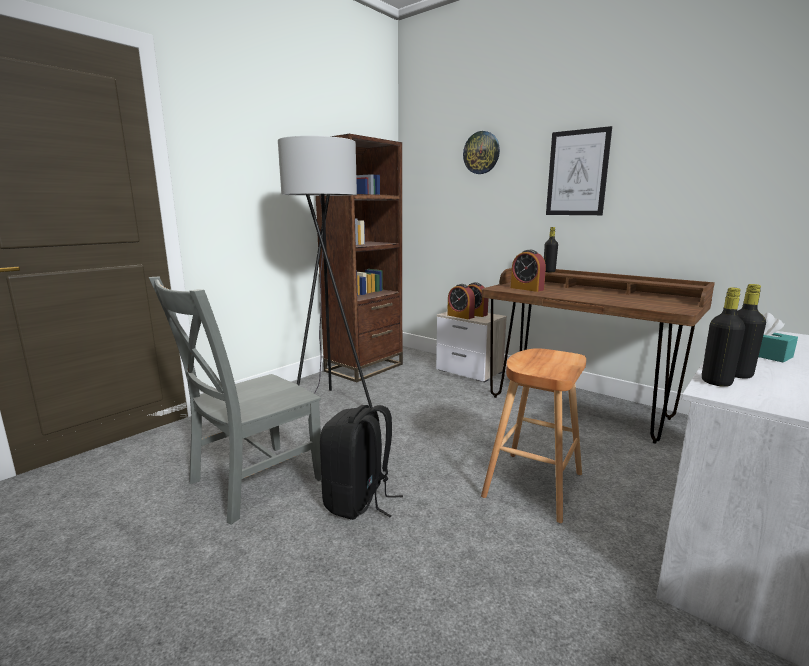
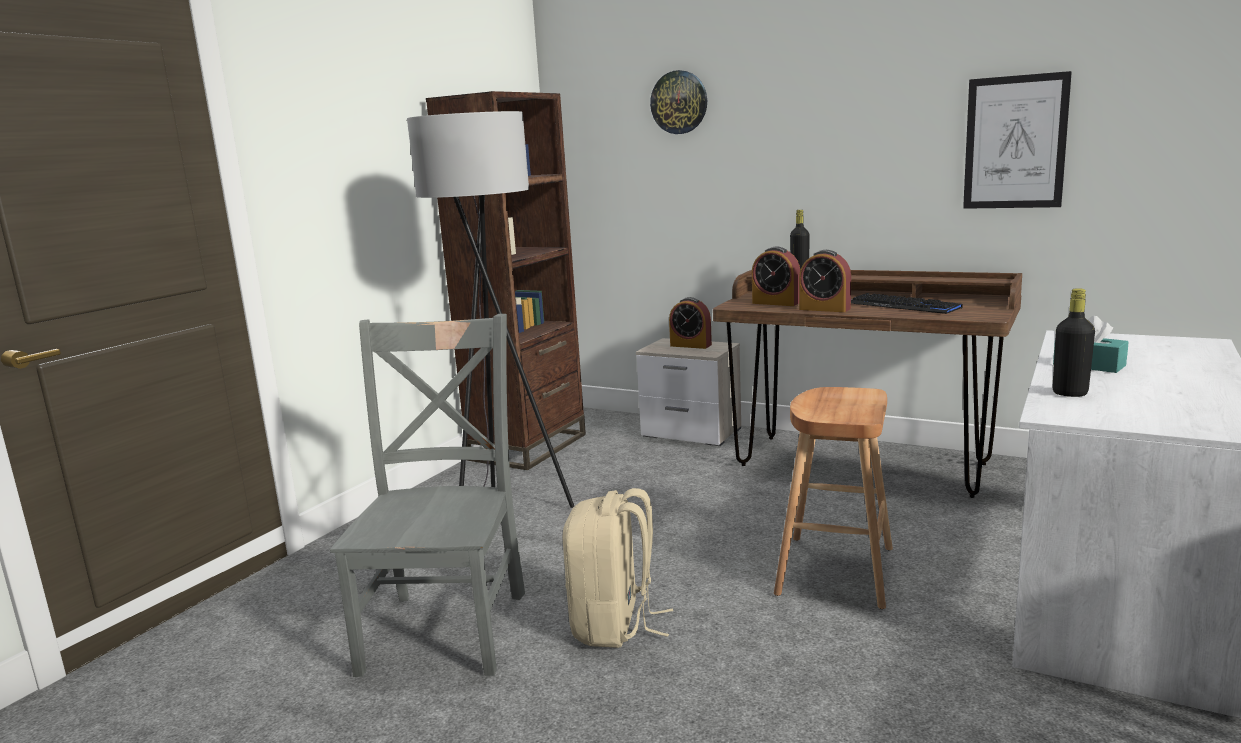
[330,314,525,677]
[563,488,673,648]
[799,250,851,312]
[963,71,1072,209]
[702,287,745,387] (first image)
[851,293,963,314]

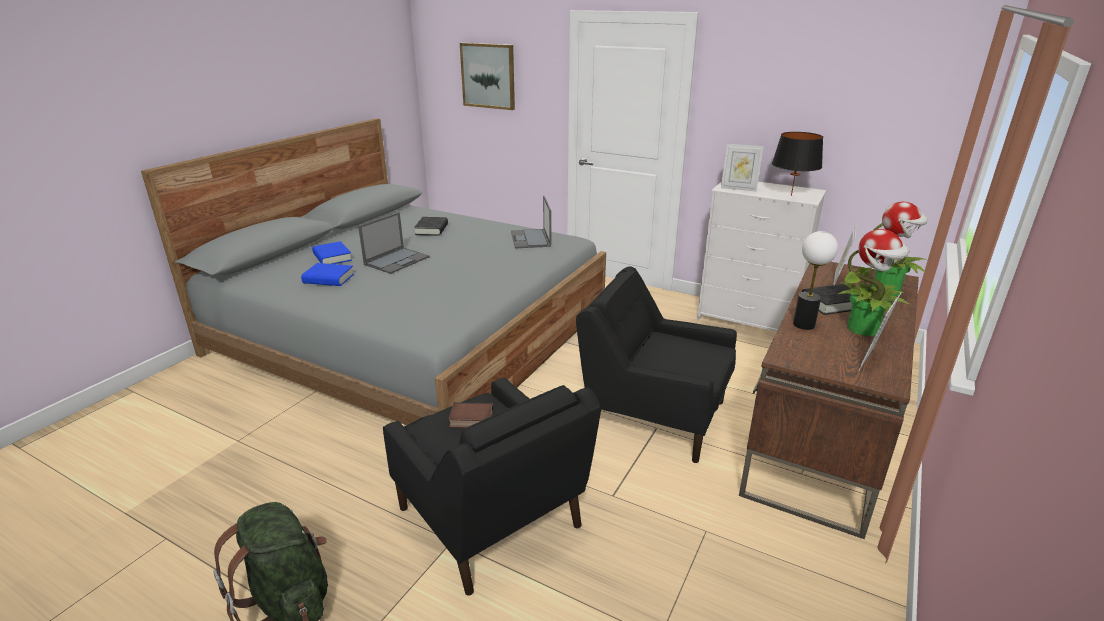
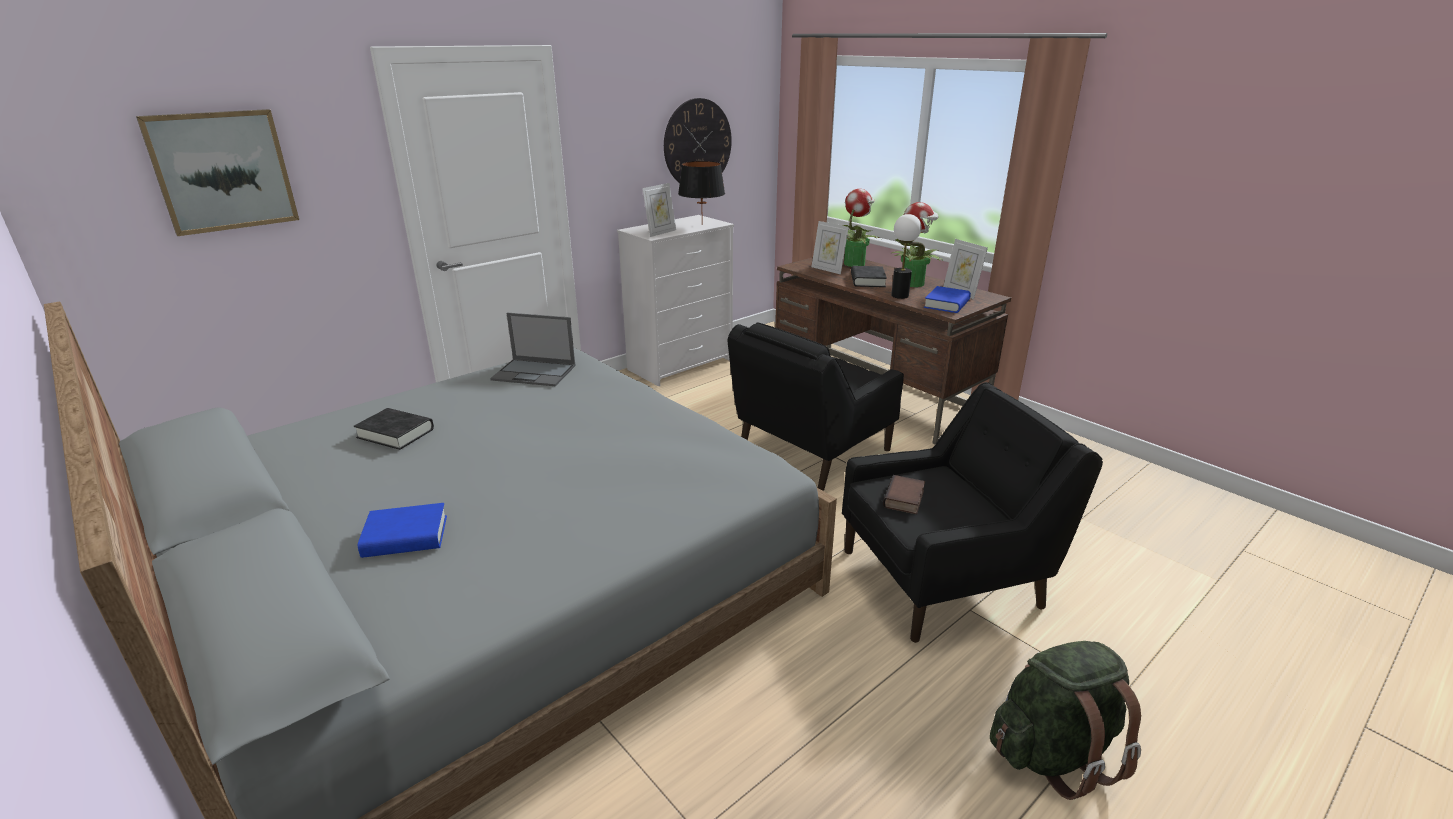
[924,286,971,313]
[358,212,430,274] (first image)
[664,98,732,183]

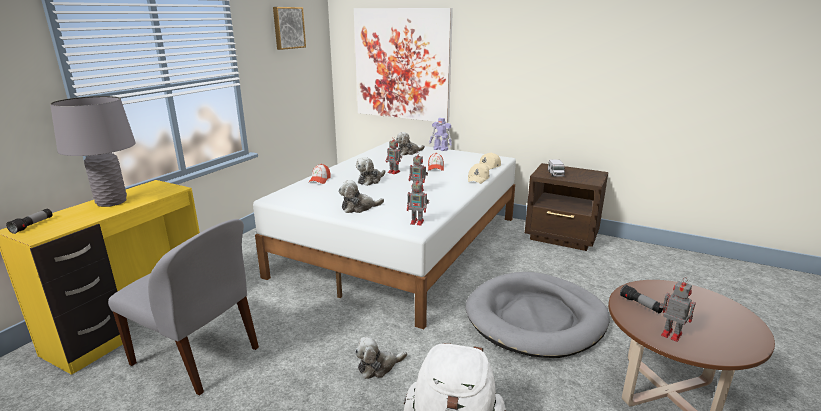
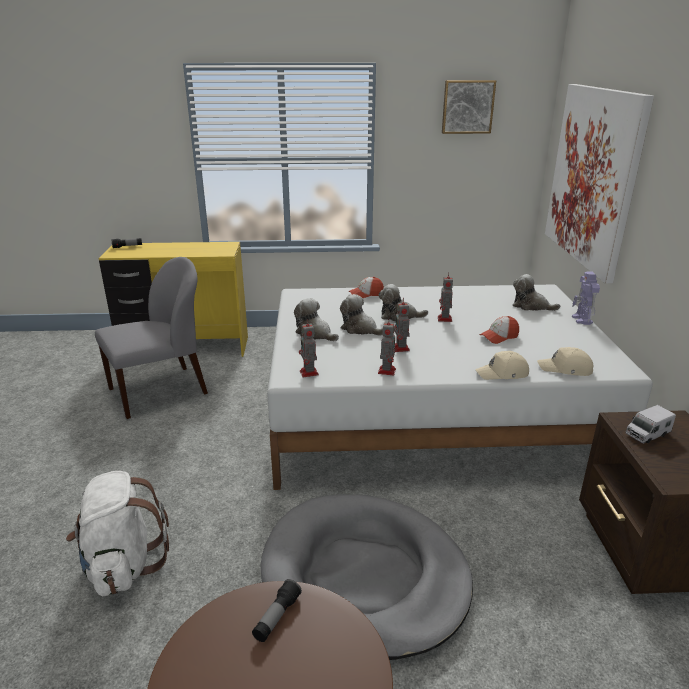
[50,96,136,207] (first image)
[95,257,208,419]
[340,294,383,336]
[378,320,397,375]

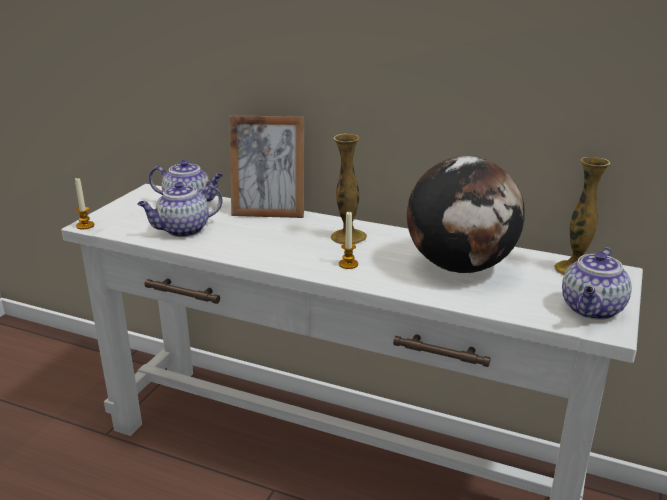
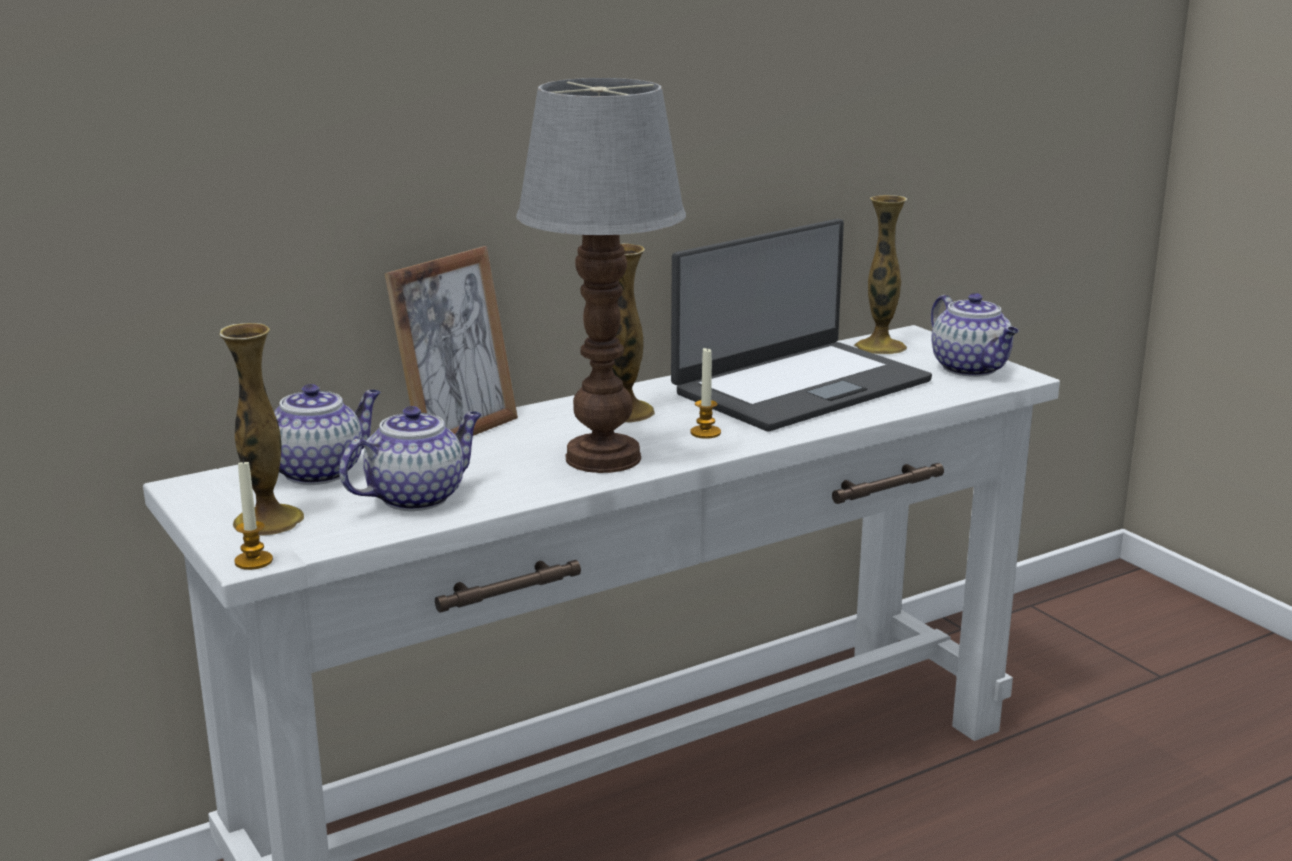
[339,406,482,511]
[671,219,932,431]
[219,323,304,536]
[516,78,686,473]

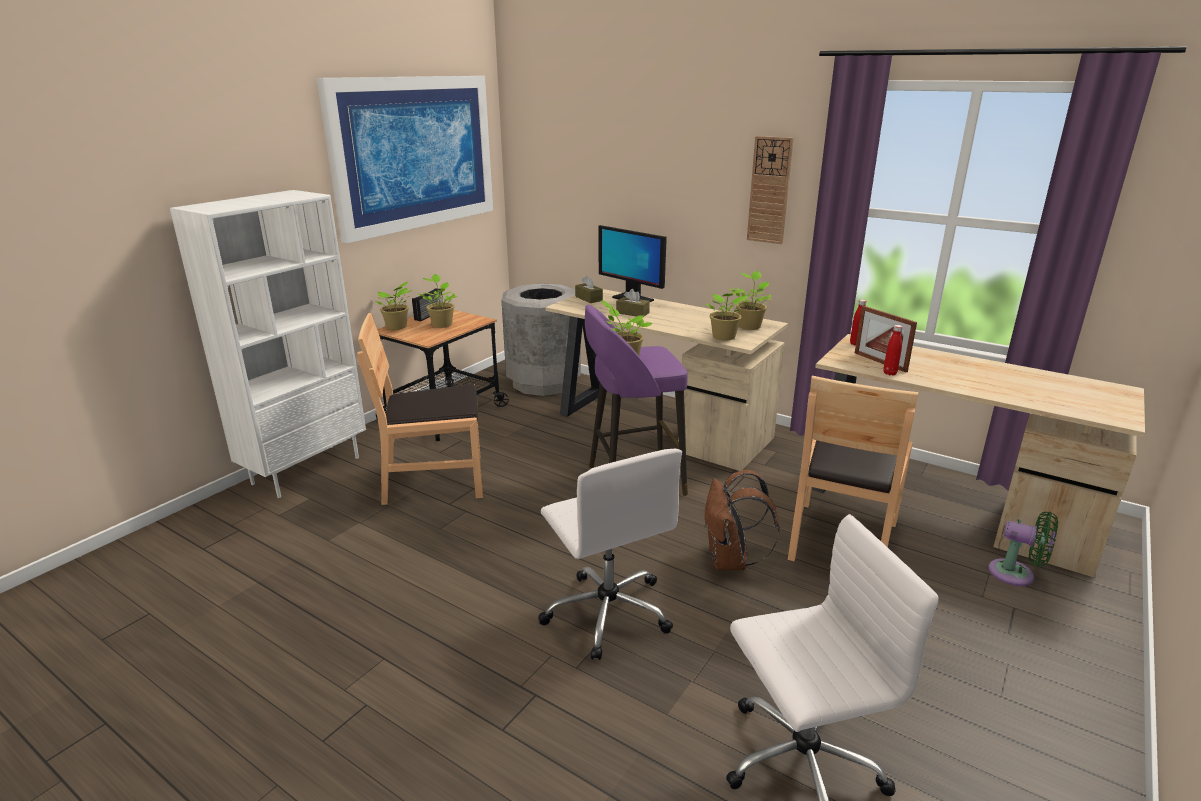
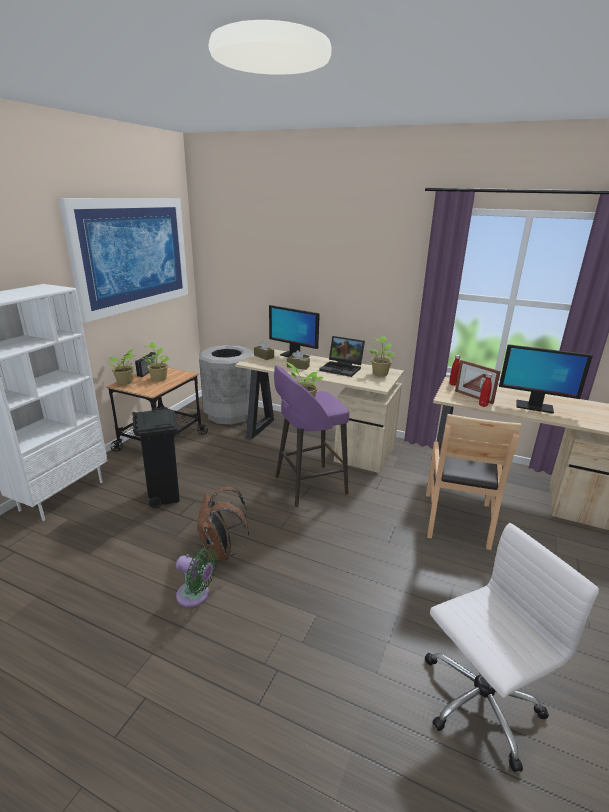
[132,407,180,508]
[538,449,682,660] (first image)
[197,486,249,561]
[706,289,750,341] (first image)
[747,136,794,244] (first image)
[176,547,217,607]
[319,336,365,377]
[499,344,593,414]

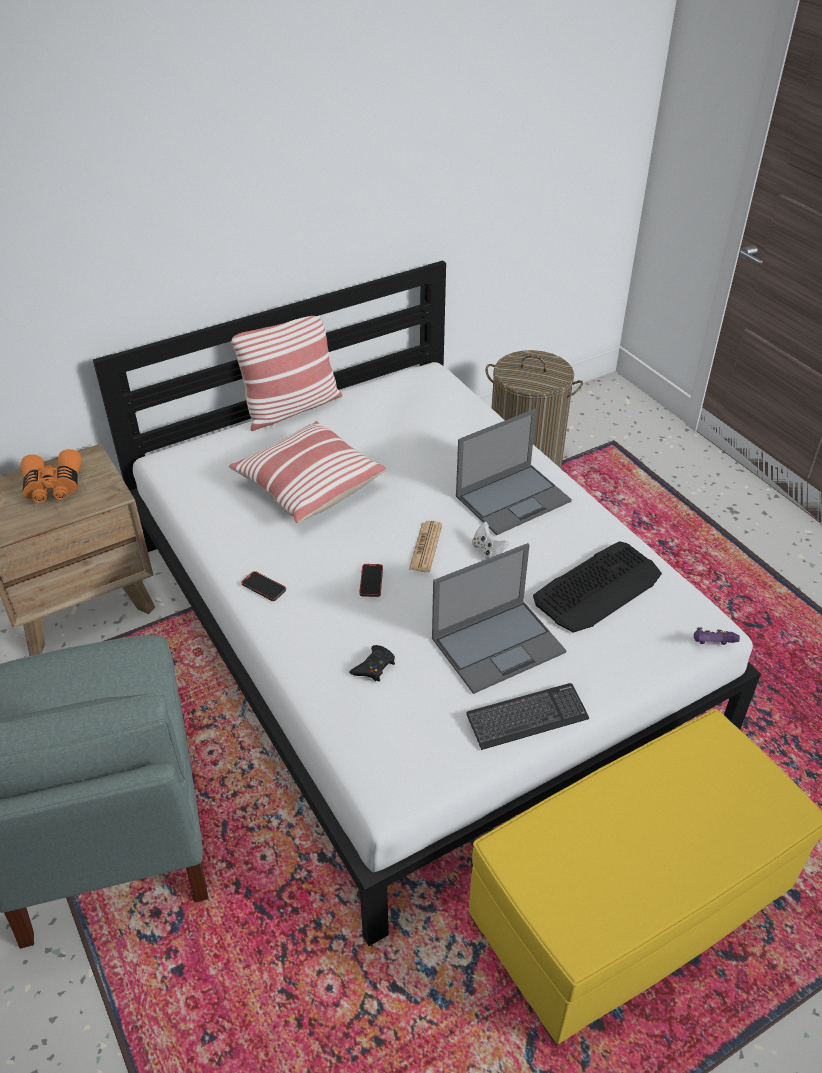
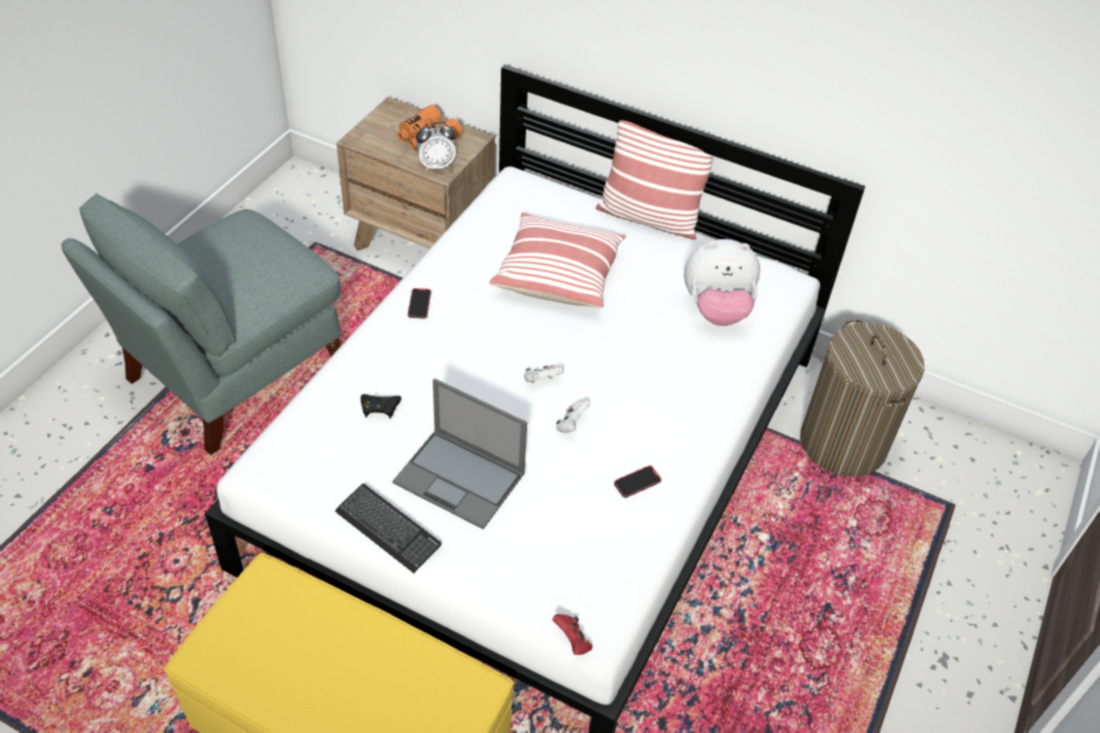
[614,466,661,498]
[524,365,564,383]
[456,409,572,535] (first image)
[533,541,662,633] (first image)
[552,614,593,655]
[416,121,456,171]
[684,239,760,326]

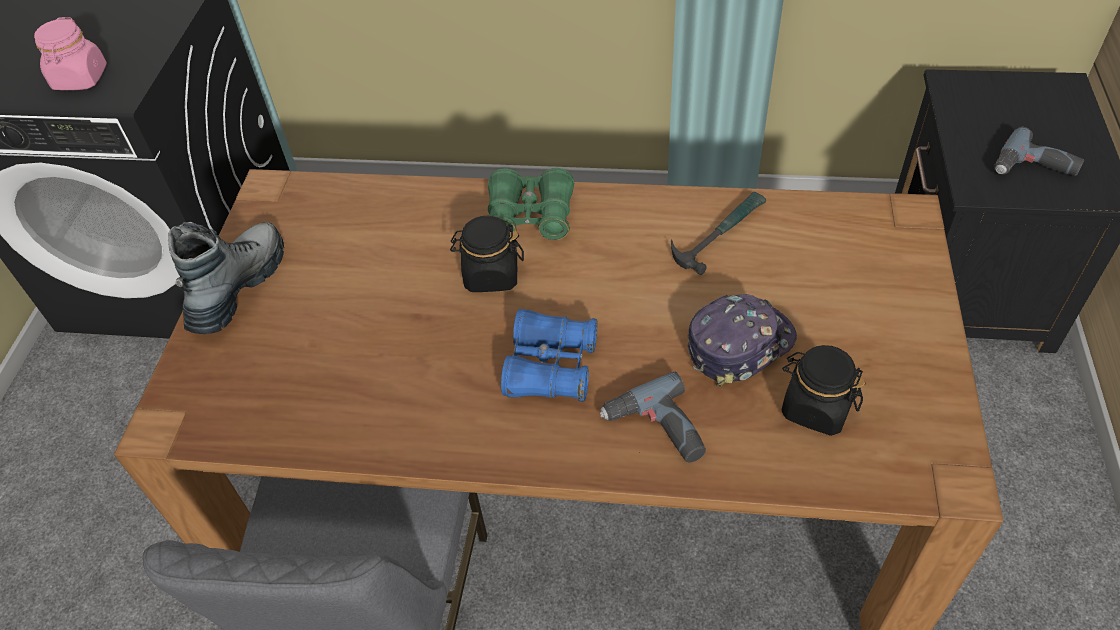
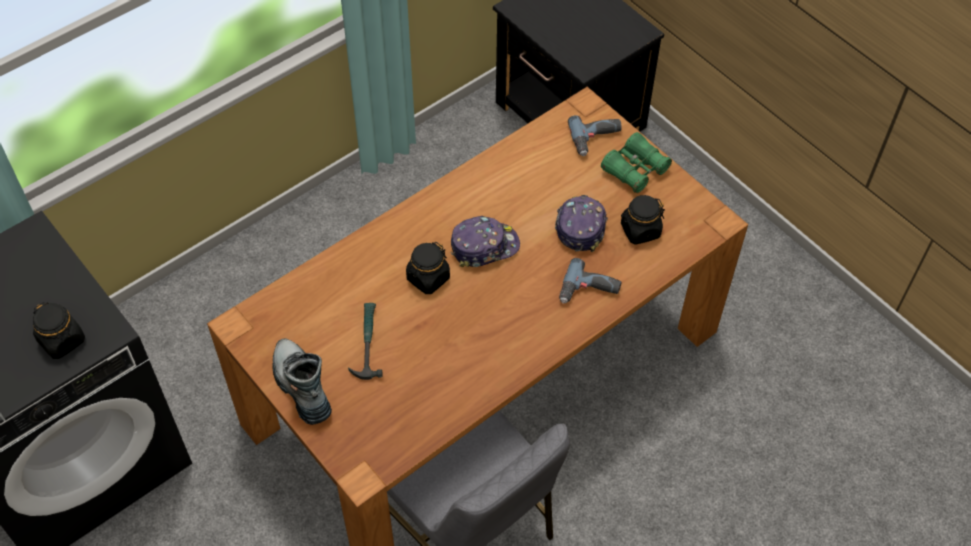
[33,302,85,359]
[601,132,672,193]
[501,309,598,402] (first image)
[348,303,383,380]
[568,115,622,156]
[451,216,520,267]

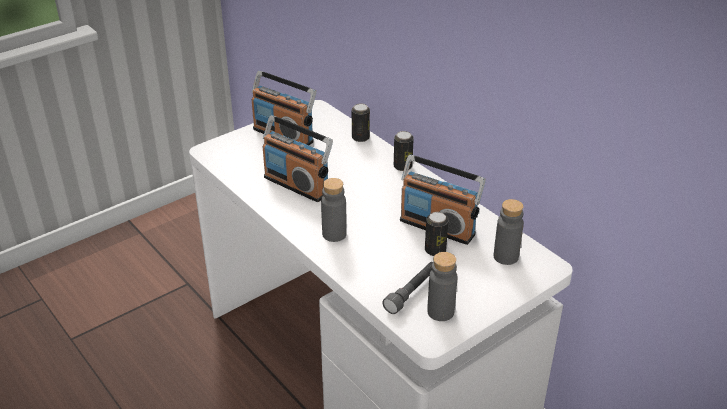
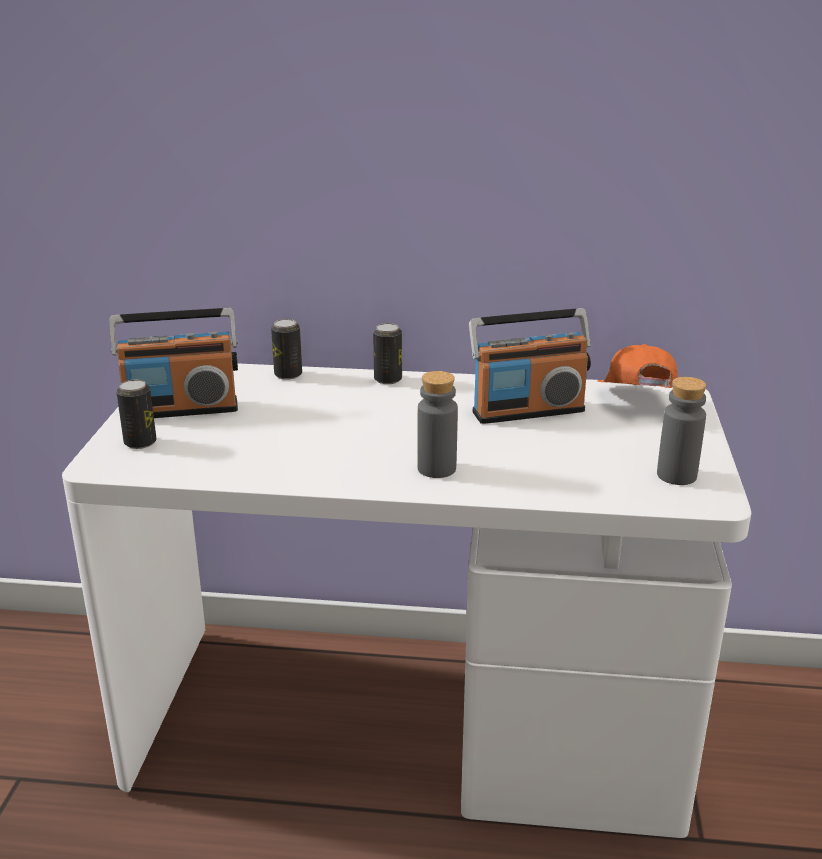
[263,115,333,202] (first image)
[382,262,433,314] (first image)
[116,380,157,449]
[597,344,678,388]

